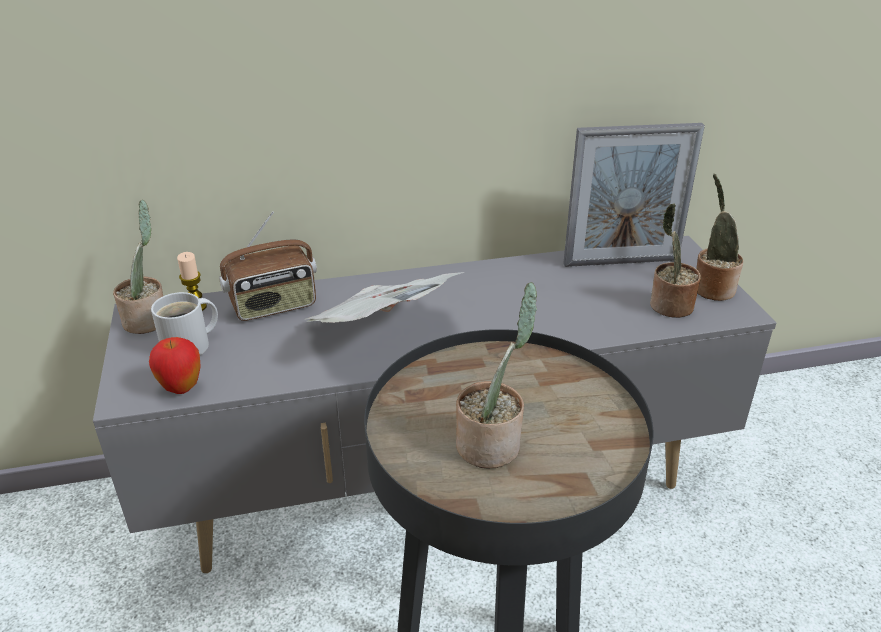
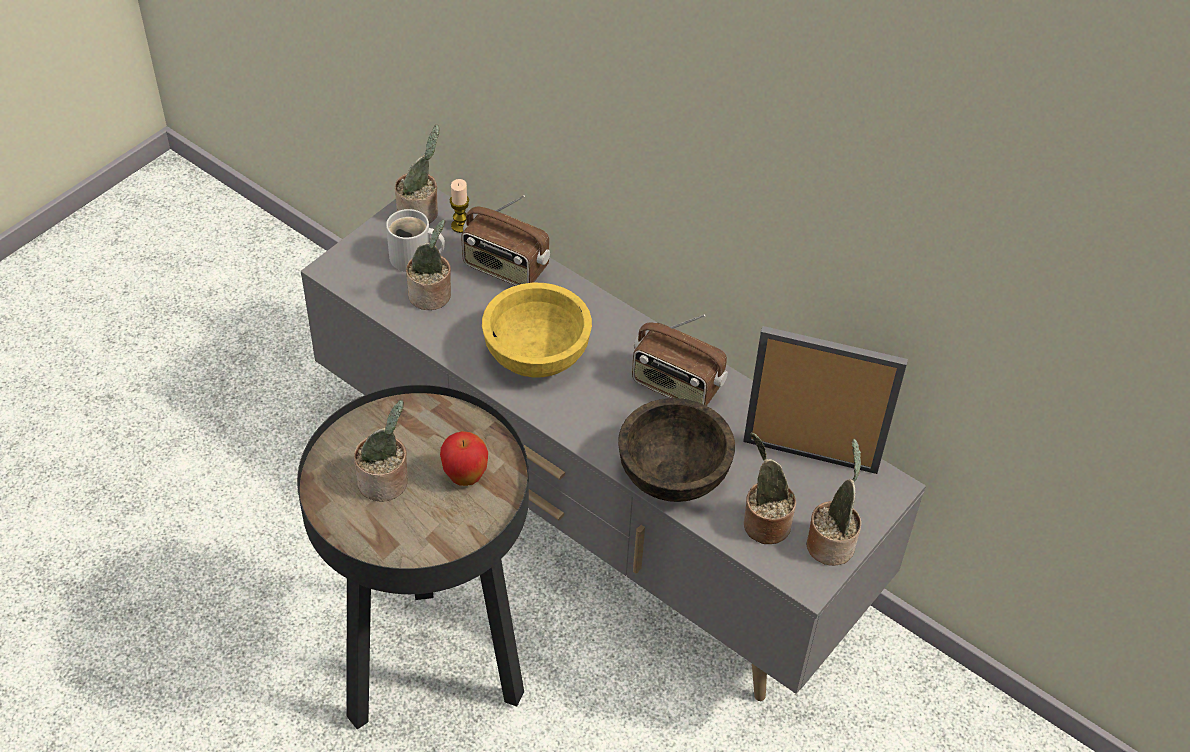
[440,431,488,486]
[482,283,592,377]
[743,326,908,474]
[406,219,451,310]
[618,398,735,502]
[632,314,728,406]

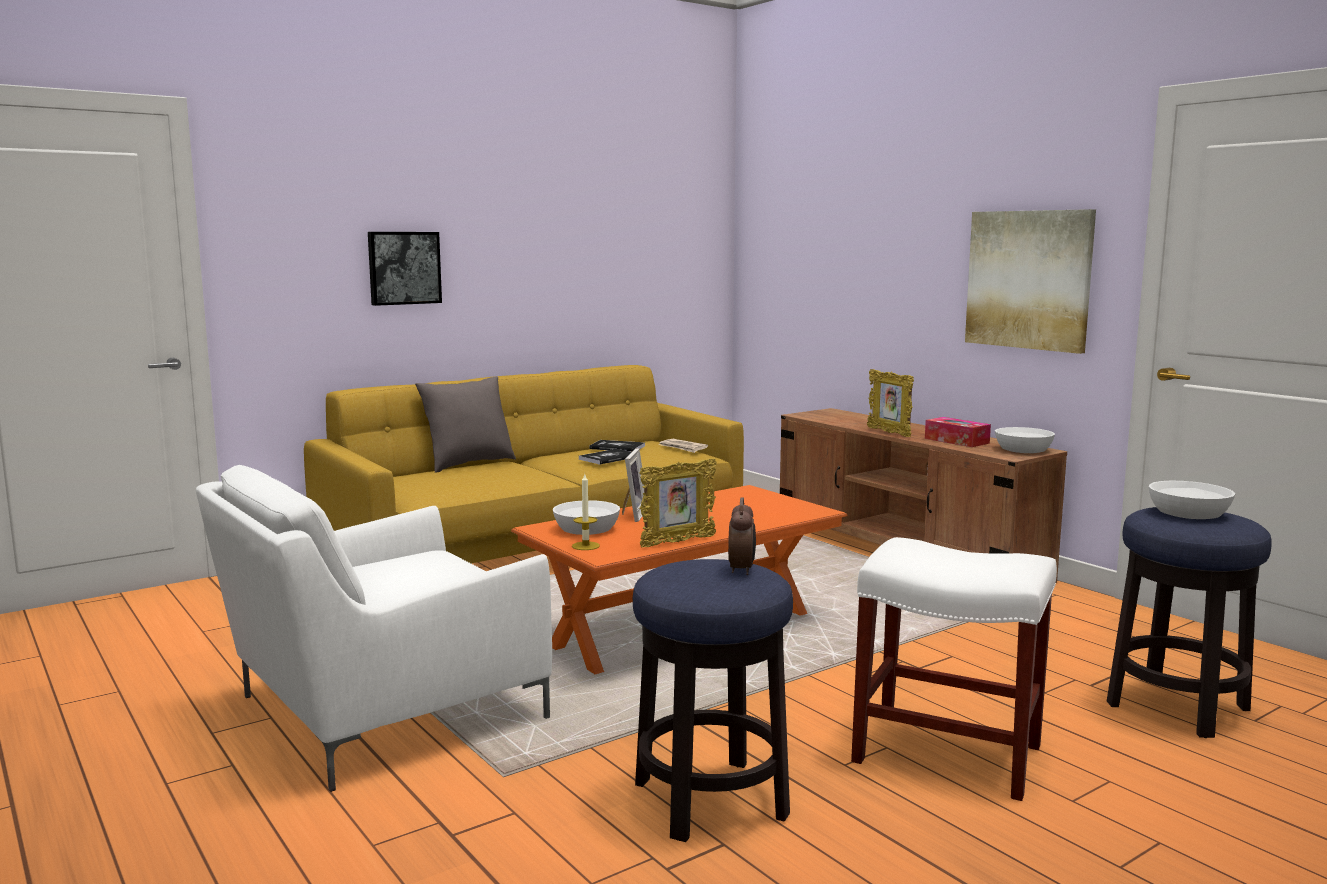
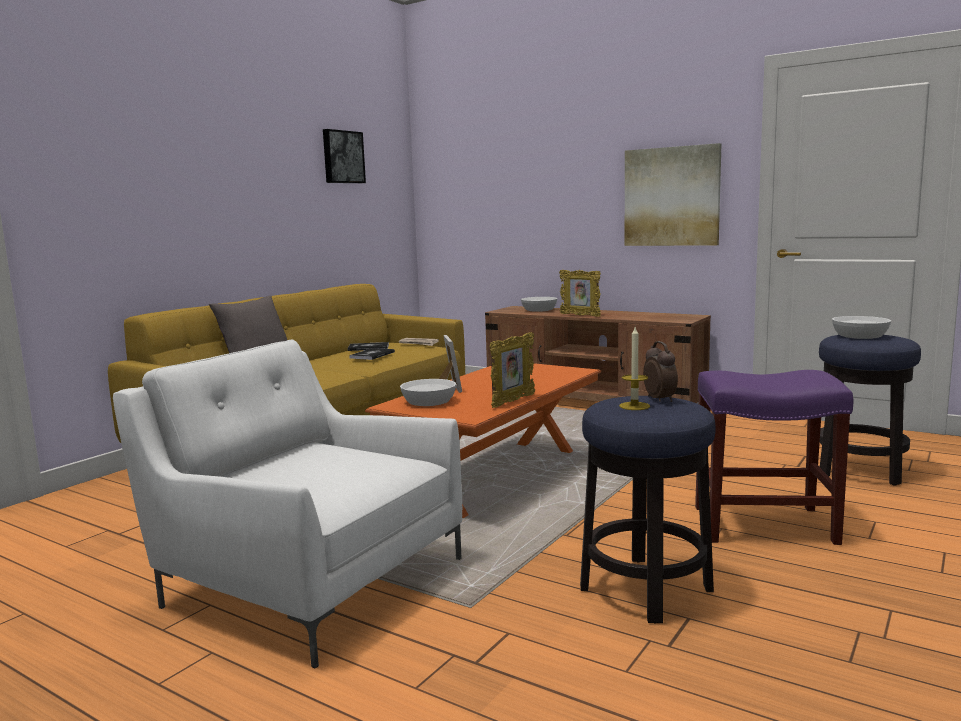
[113,339,462,669]
[323,129,366,183]
[619,327,650,410]
[695,370,853,545]
[925,417,991,447] (first image)
[521,297,557,312]

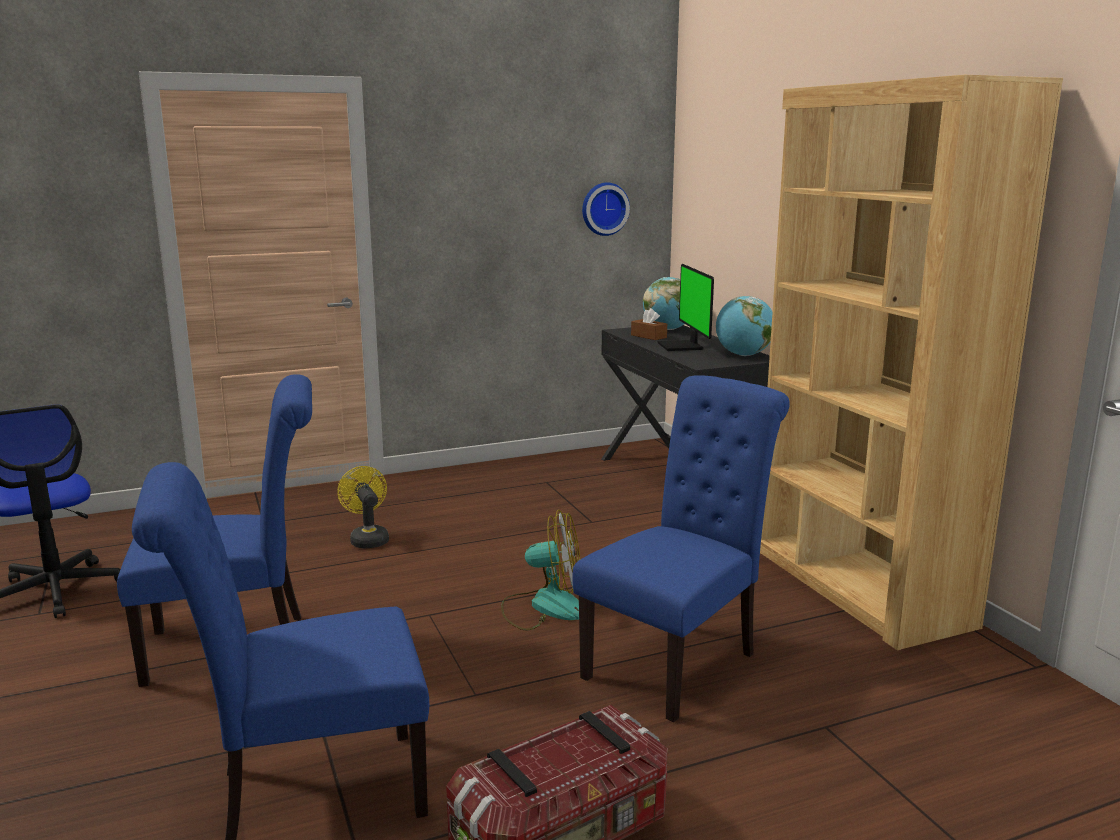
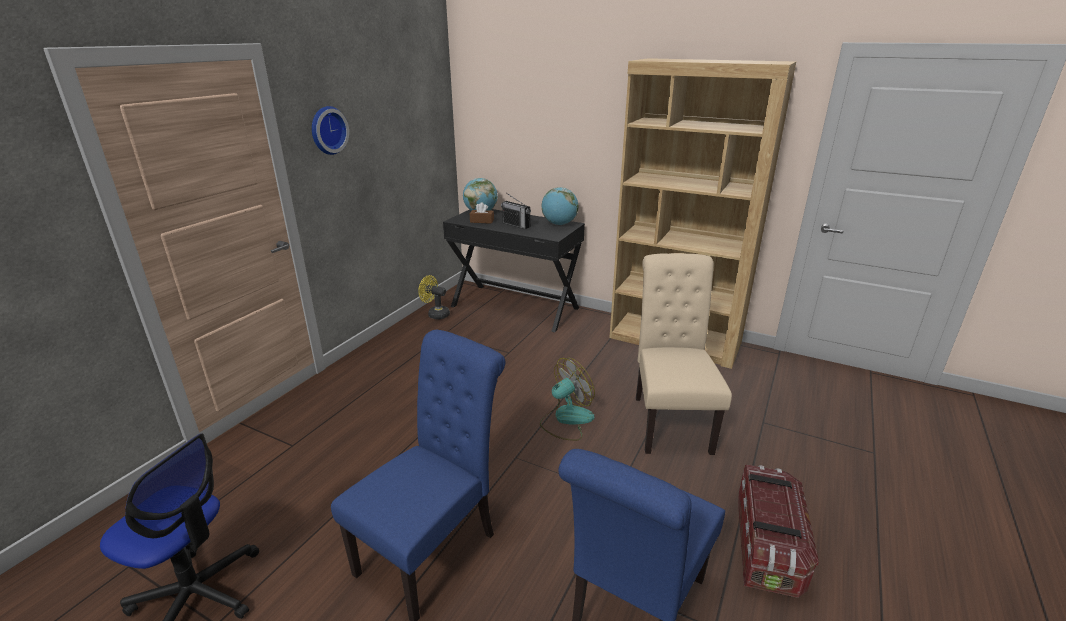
[418,275,450,319]
[636,253,732,455]
[312,106,349,155]
[501,193,531,229]

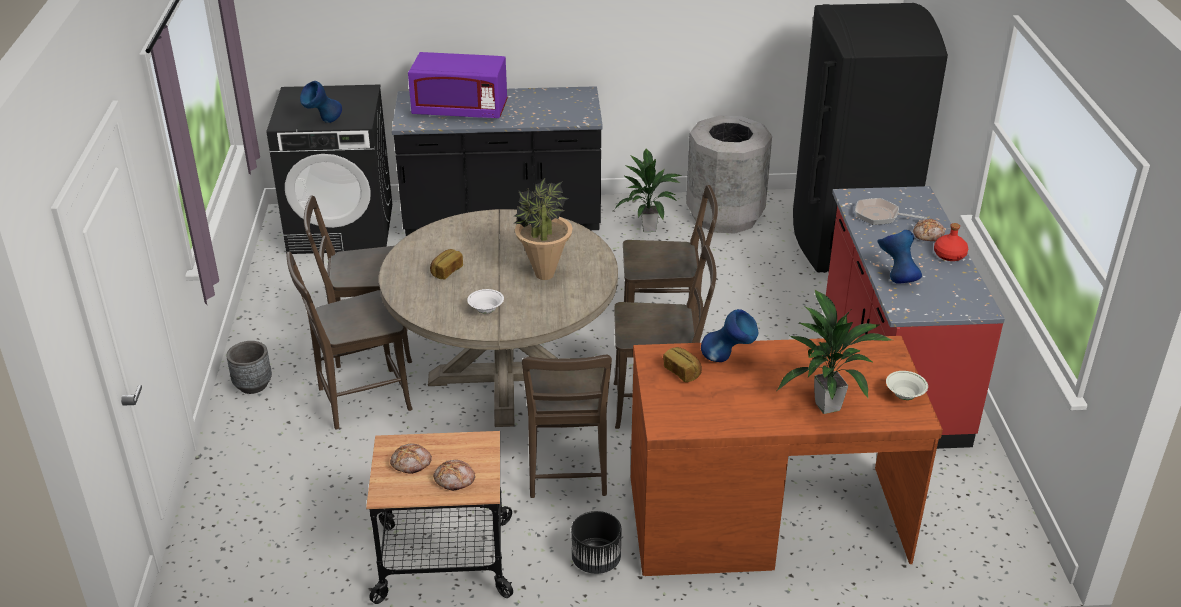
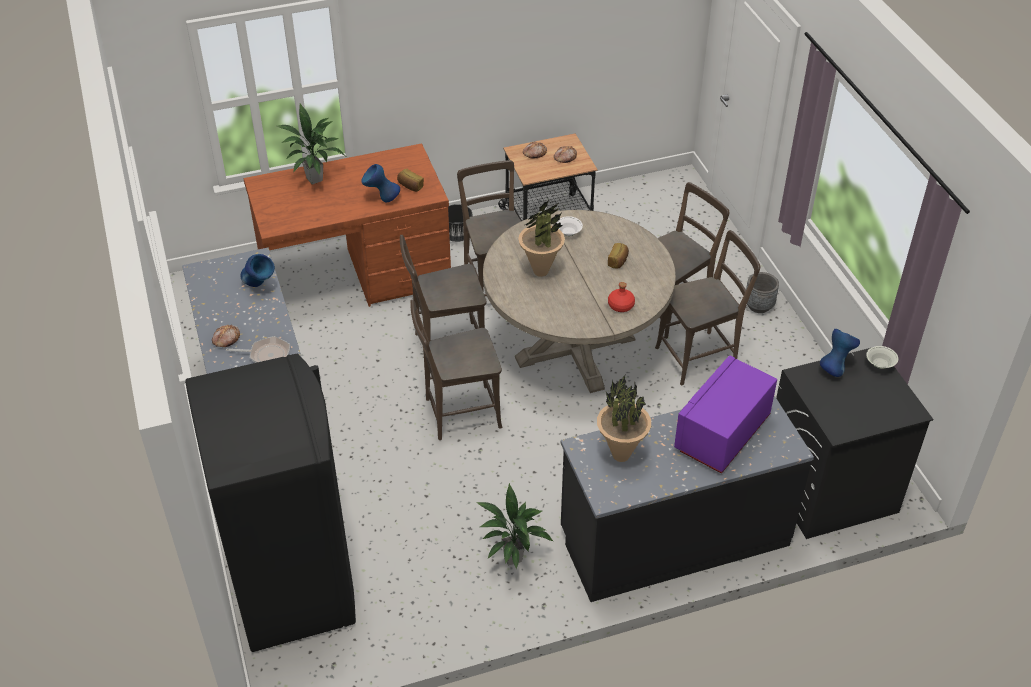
[674,356,777,474]
[686,115,772,234] (first image)
[866,346,898,369]
[608,282,635,312]
[597,375,651,462]

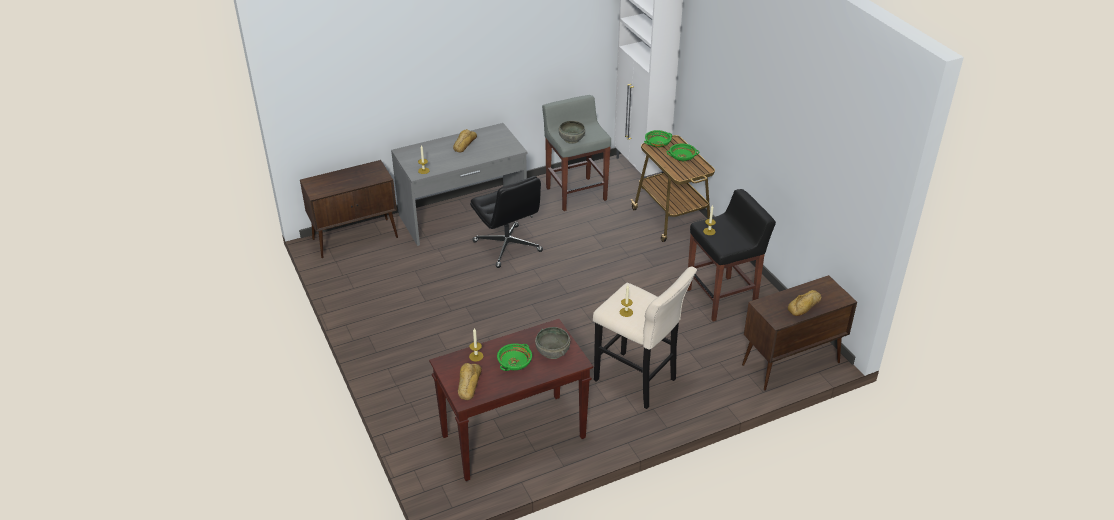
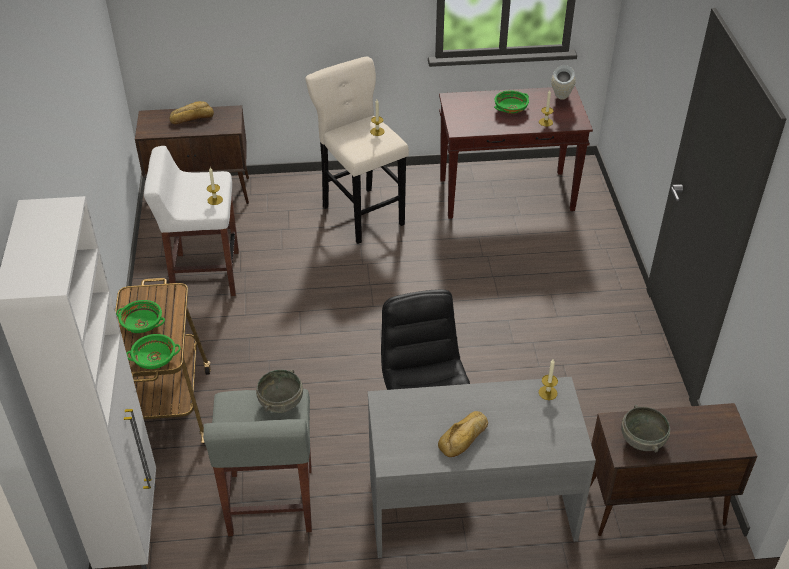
[551,65,576,100]
[621,405,670,452]
[144,146,239,299]

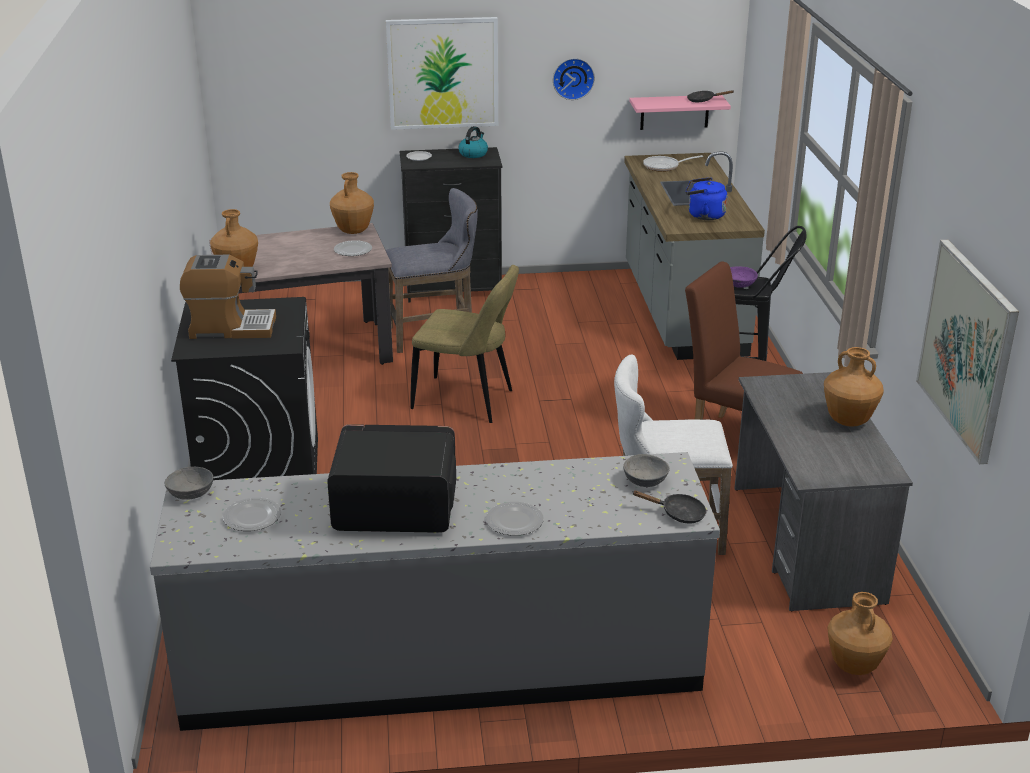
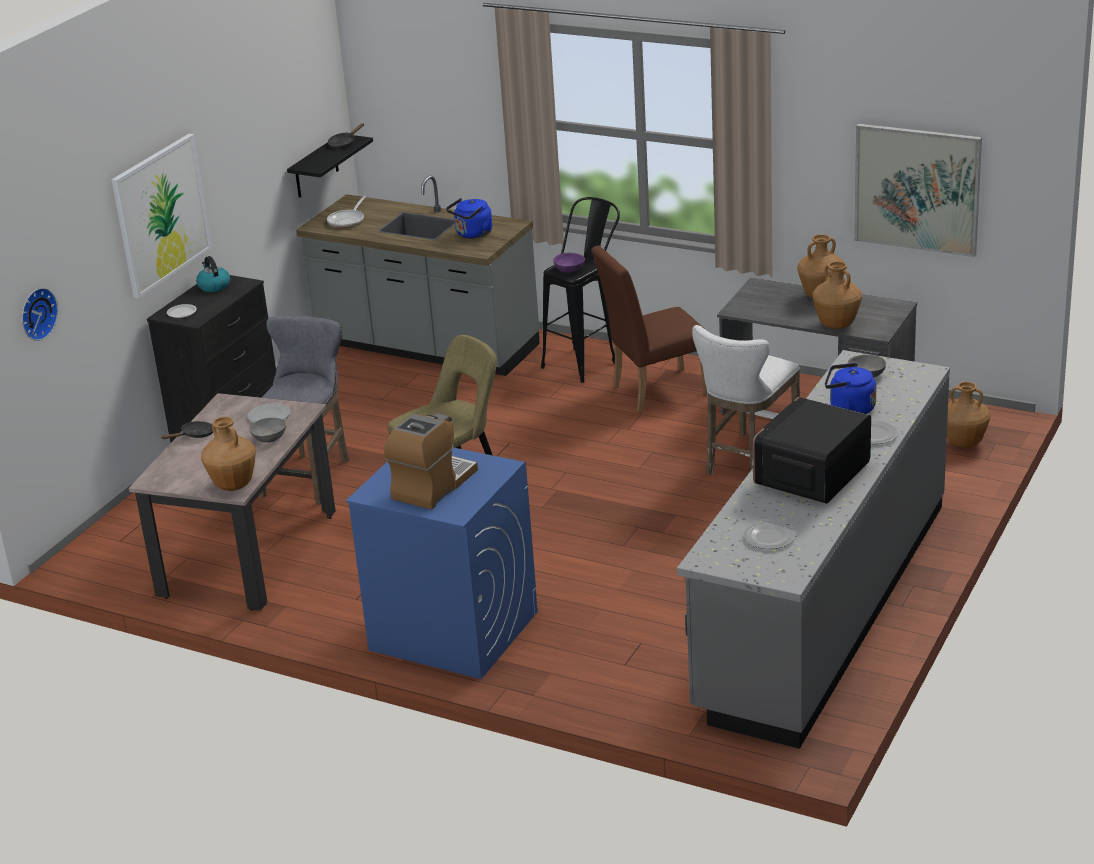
[249,418,286,443]
[346,448,538,679]
[813,261,862,329]
[22,288,58,341]
[287,135,373,198]
[162,421,213,439]
[825,363,876,414]

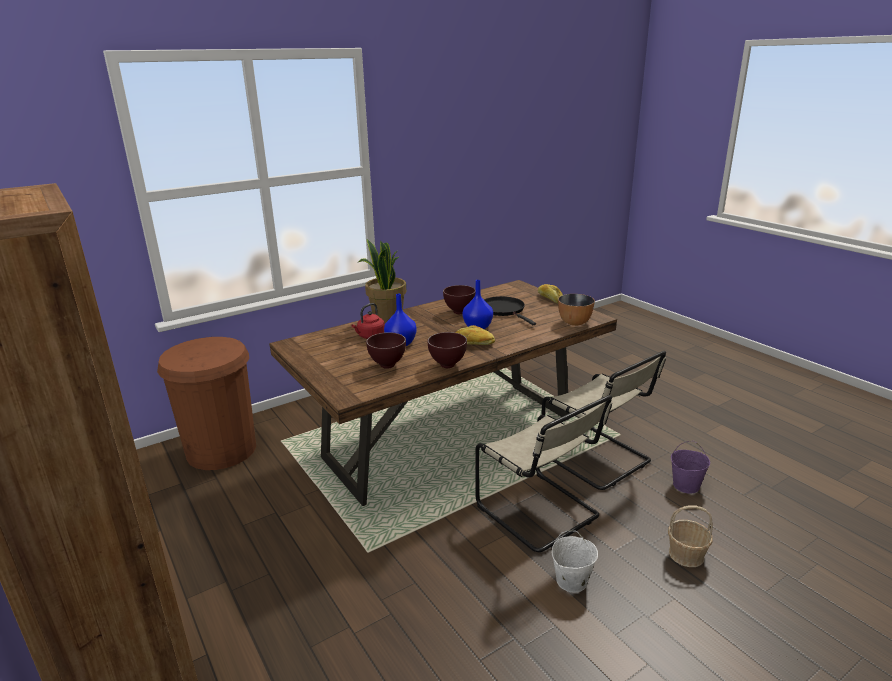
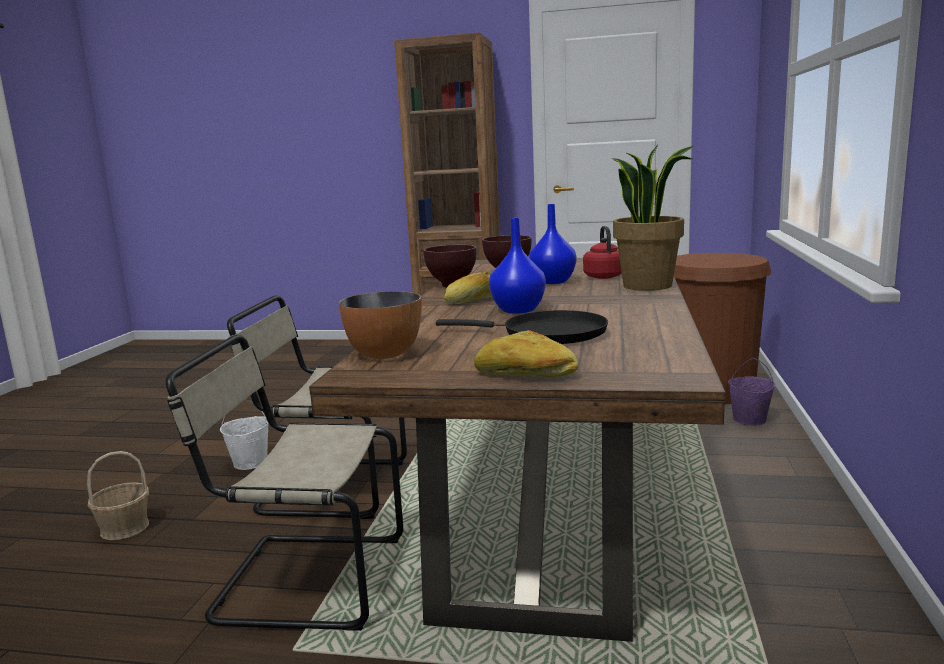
[443,285,475,314] (first image)
[728,358,775,426]

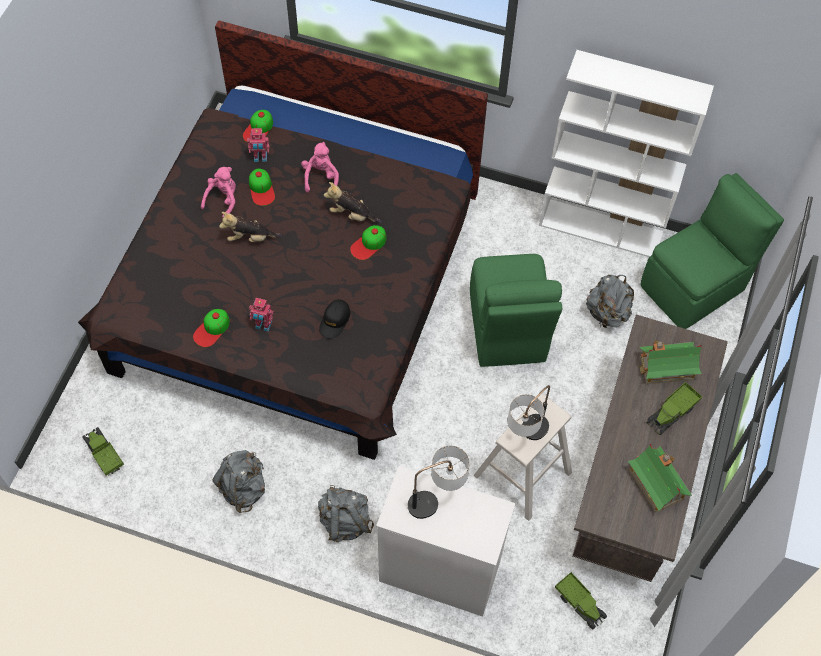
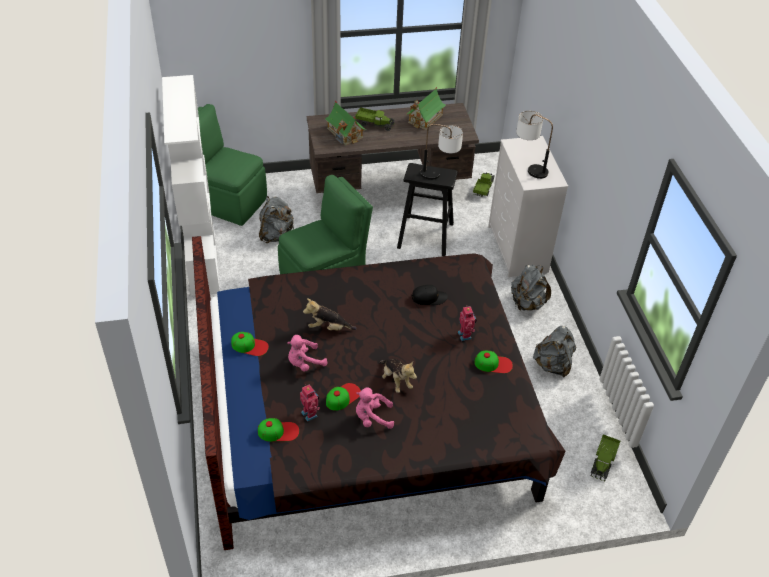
[303,298,357,330]
[231,332,269,356]
[397,163,458,256]

